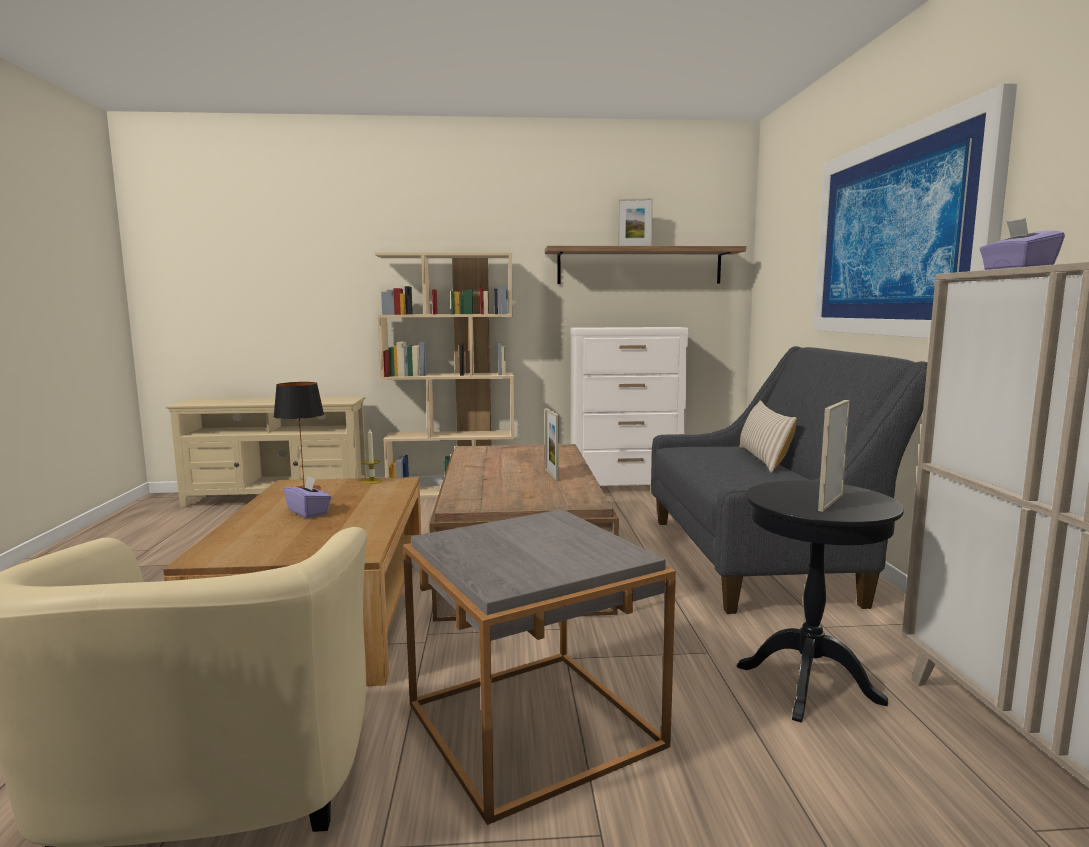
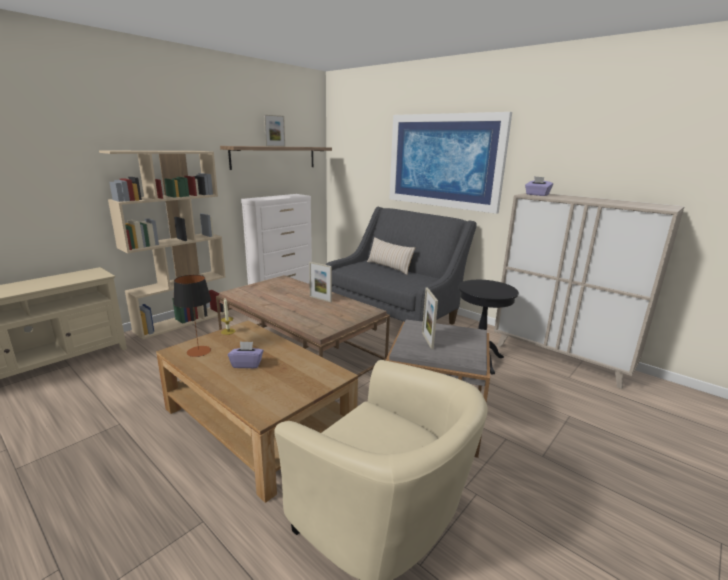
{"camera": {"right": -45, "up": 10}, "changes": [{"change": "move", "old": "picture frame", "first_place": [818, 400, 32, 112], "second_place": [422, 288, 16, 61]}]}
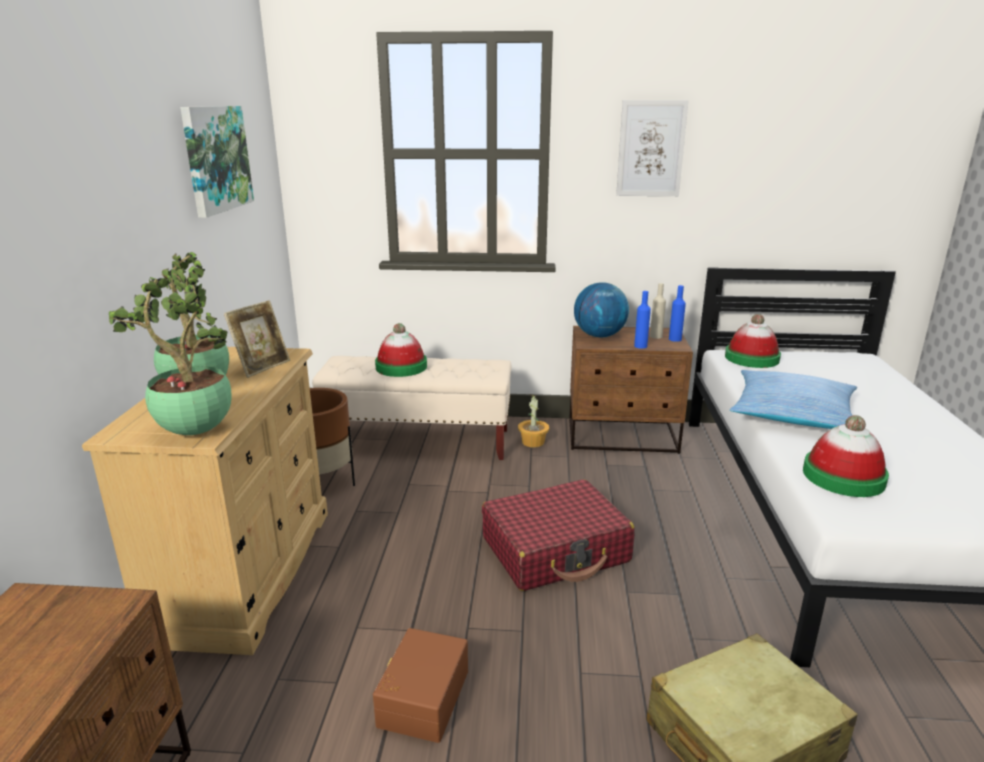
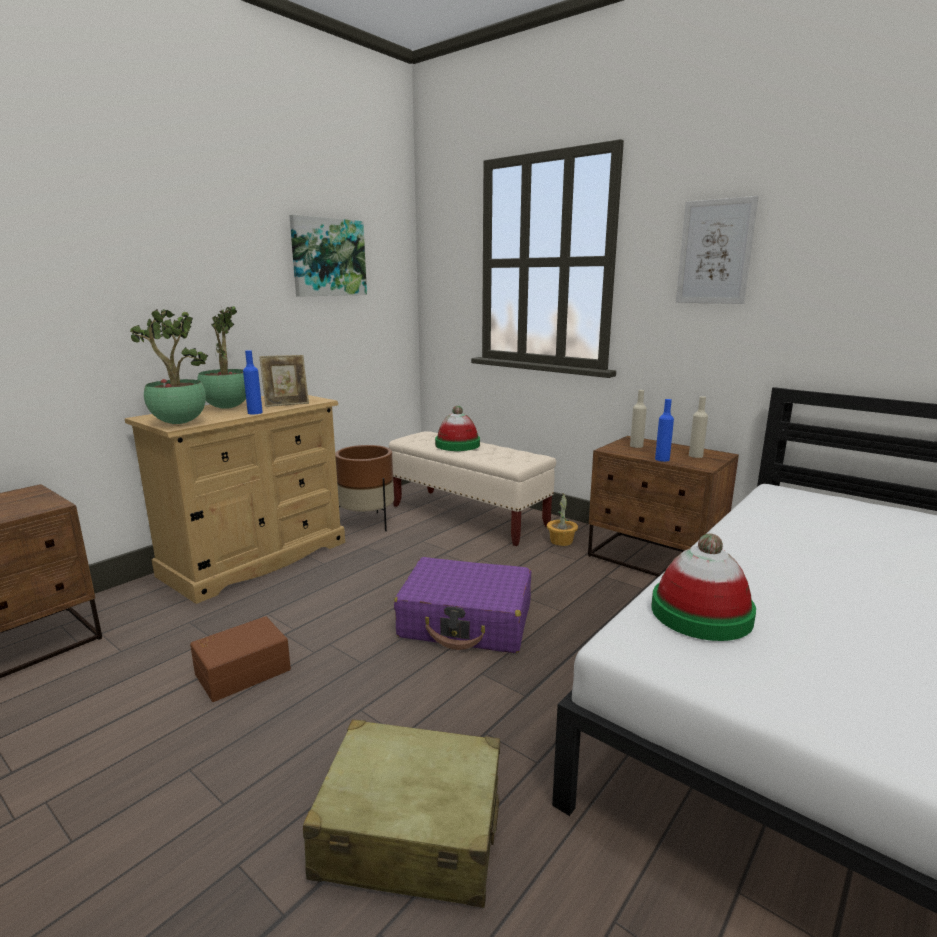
{"camera": {"right": 35, "up": -5}, "changes": [{"change": "move", "old": "bottle (blue)", "first_place": [669, 285, 17, 57], "second_place": [243, 350, 20, 64]}, {"change": "recolor", "old": "suitcase (red)", "new": "suitcase (purple)", "first_place": [482, 479, 153, 112], "second_place": [394, 557, 137, 96]}, {"change": "replace", "old": "globe", "new": "bottle (beige)", "first_place": [574, 282, 55, 55], "second_place": [630, 390, 17, 58]}, {"change": "delete", "old": "hat", "first_place": [725, 314, 56, 54]}, {"change": "delete", "old": "pillow", "first_place": [730, 370, 127, 59]}]}
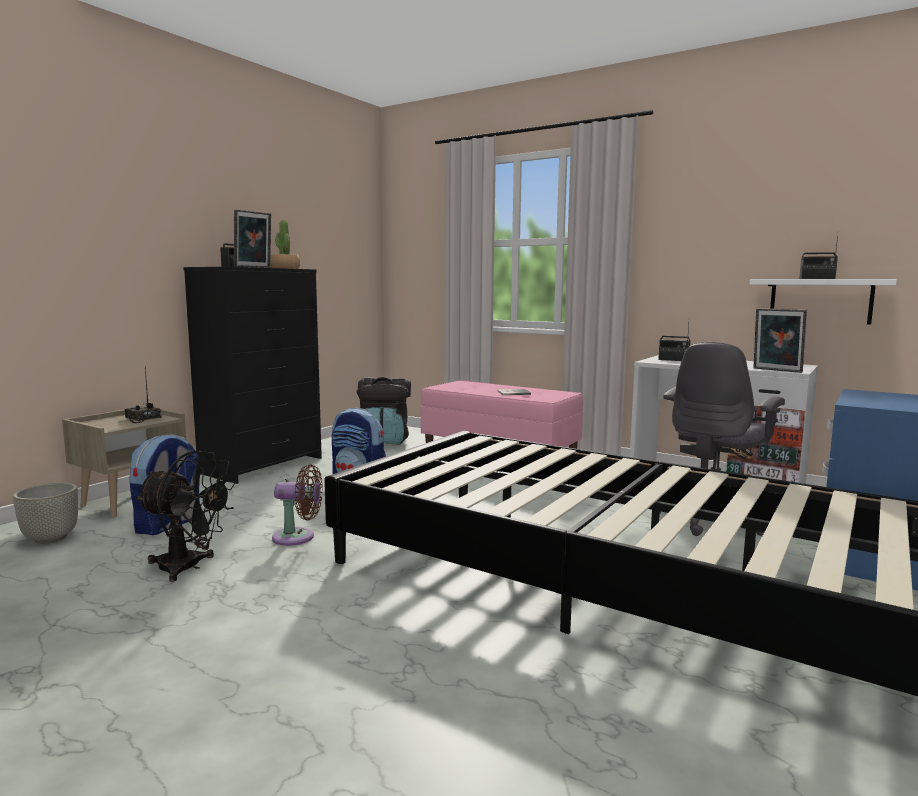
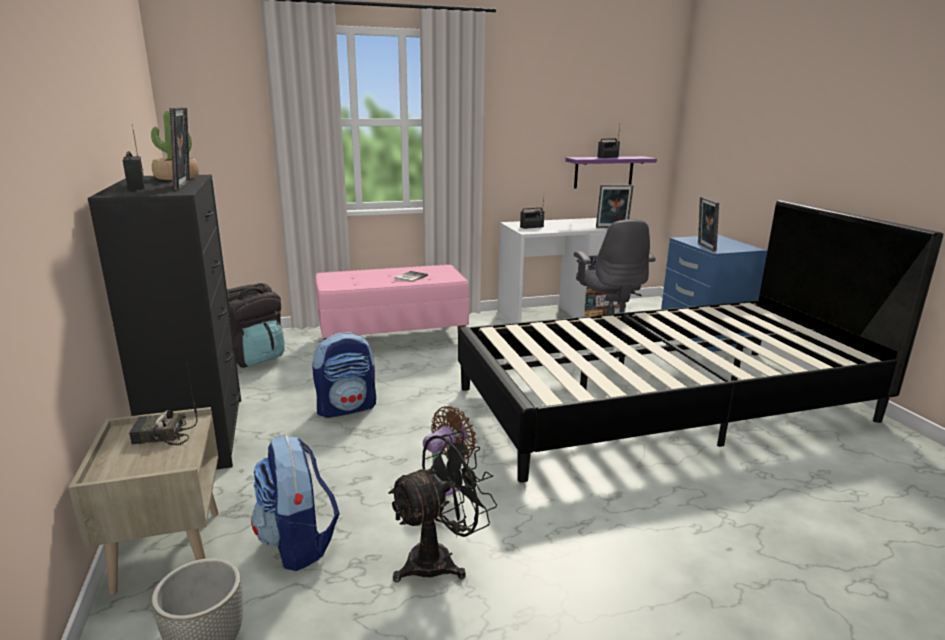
{"camera": {"right": -50, "up": 10}, "changes": [{"change": "recolor", "old": "shelf (white)", "new": "shelf (purple)", "first_place": [750, 279, 147, 46], "second_place": [565, 156, 92, 33]}, {"change": "insert", "new": "picture frame", "second_place": [698, 197, 21, 55]}]}
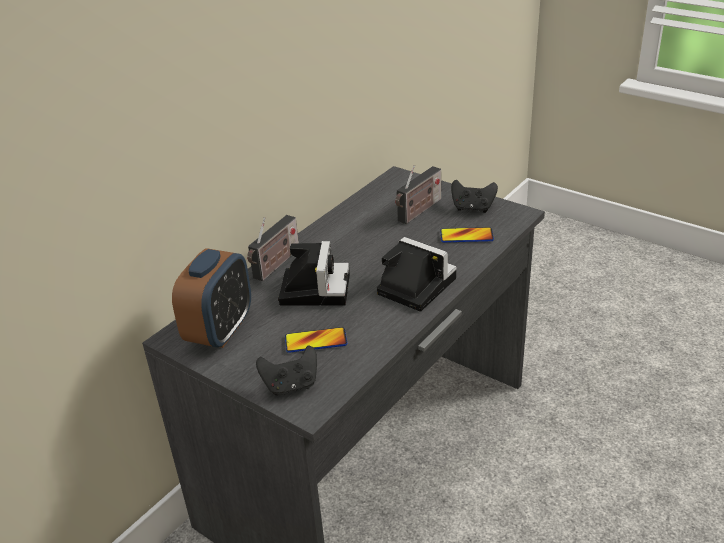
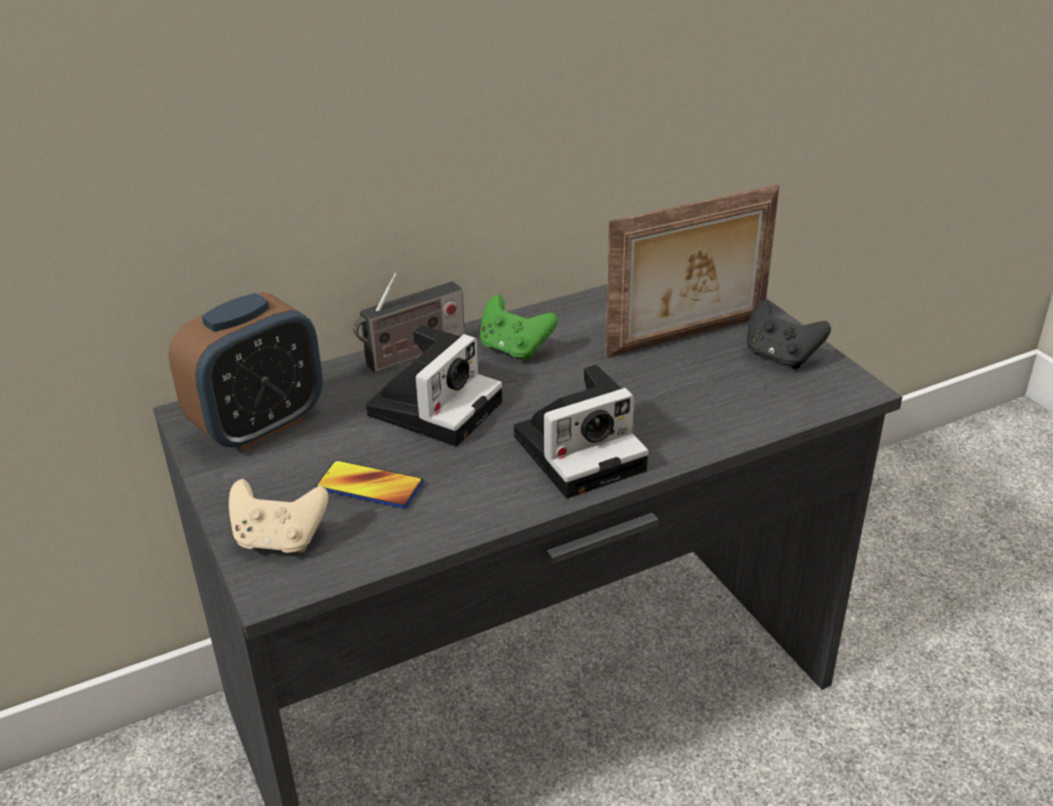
{"camera": {"right": 25, "up": 0}, "changes": [{"change": "recolor", "old": "game controller (black)", "new": "game controller (beige)", "first_place": [256, 346, 61, 49], "second_place": [229, 479, 99, 74]}, {"change": "insert", "new": "game controller (green)", "second_place": [480, 295, 78, 66]}, {"change": "rotate", "old": "photo camera", "first_place": [377, 237, 80, 74], "second_place": [514, 364, 135, 134], "degrees": 90}, {"change": "replace", "old": "radio", "new": "picture frame", "first_place": [395, 165, 46, 59], "second_place": [606, 184, 173, 174]}, {"change": "delete", "old": "phone", "first_place": [440, 227, 54, 15]}]}
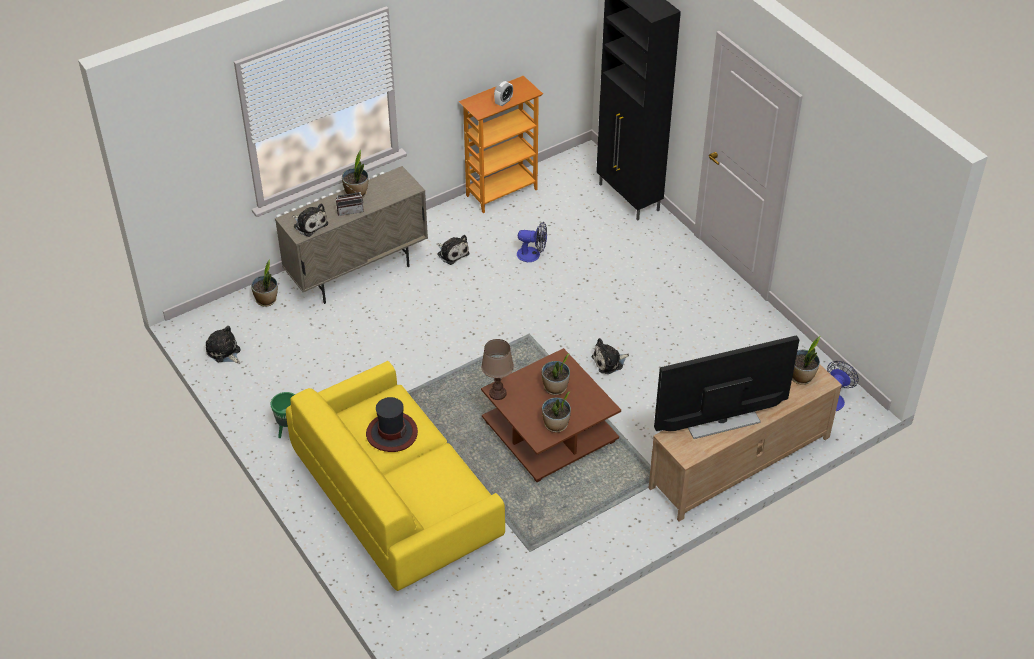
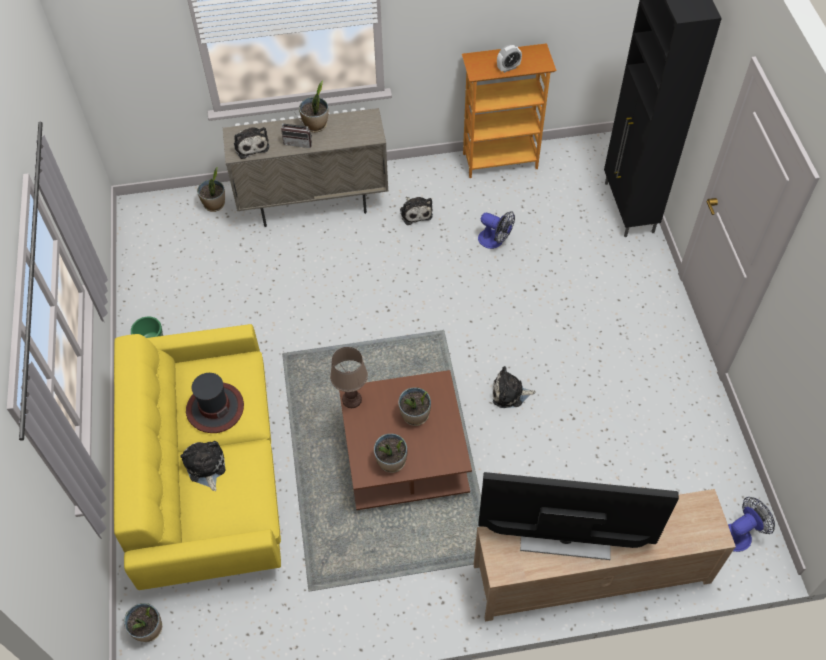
{"camera": {"right": 25, "up": 10}, "changes": [{"change": "move", "old": "potted plant", "first_place": [792, 336, 29, 49], "second_place": [124, 603, 38, 39]}, {"change": "move", "old": "plush toy", "first_place": [206, 326, 35, 37], "second_place": [180, 441, 46, 50]}]}
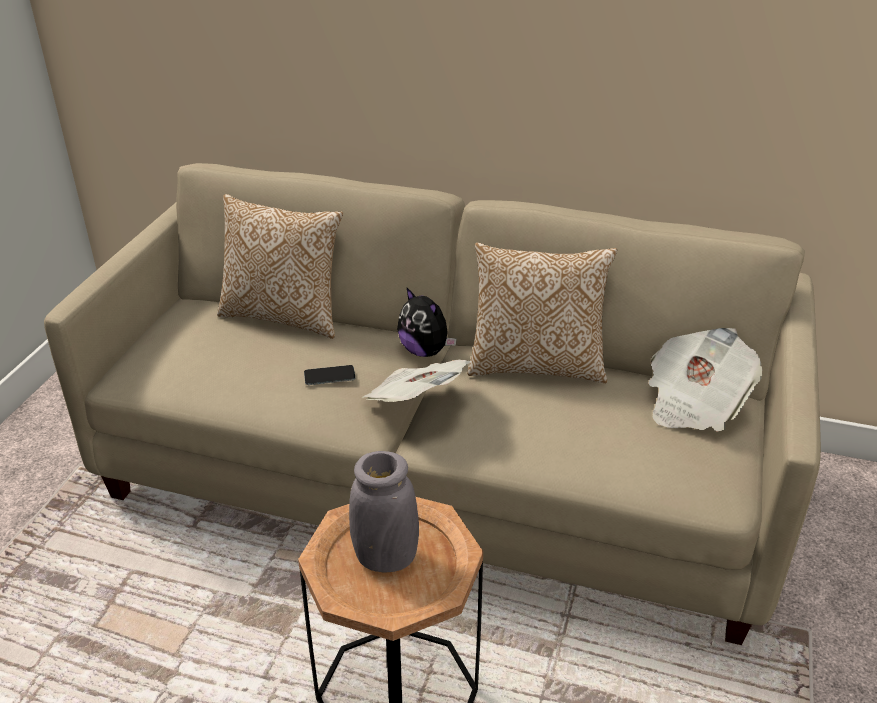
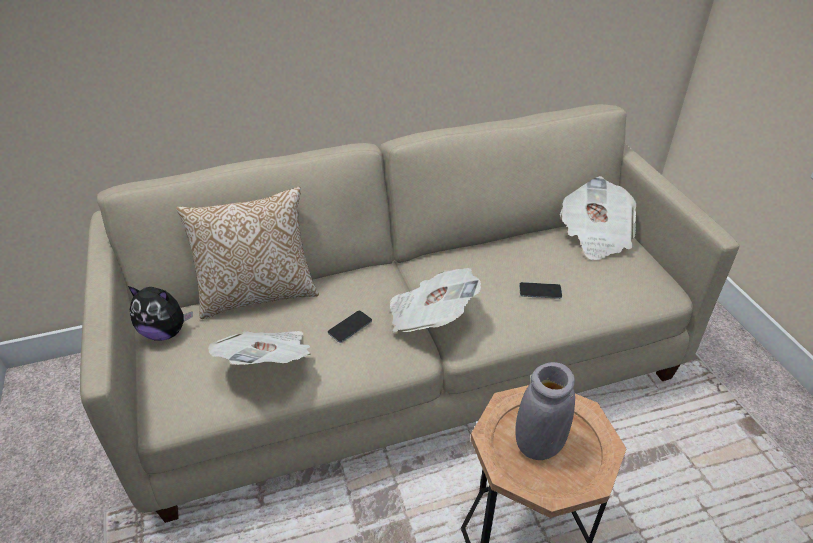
{"camera": {"right": -35, "up": 5}, "changes": [{"change": "move", "old": "plush toy", "first_place": [397, 287, 60, 70], "second_place": [128, 286, 65, 55]}, {"change": "insert", "new": "newspaper", "second_place": [208, 331, 102, 34]}, {"change": "insert", "new": "phone", "second_place": [519, 282, 43, 17]}, {"change": "delete", "old": "pillow", "first_place": [467, 243, 150, 140]}]}
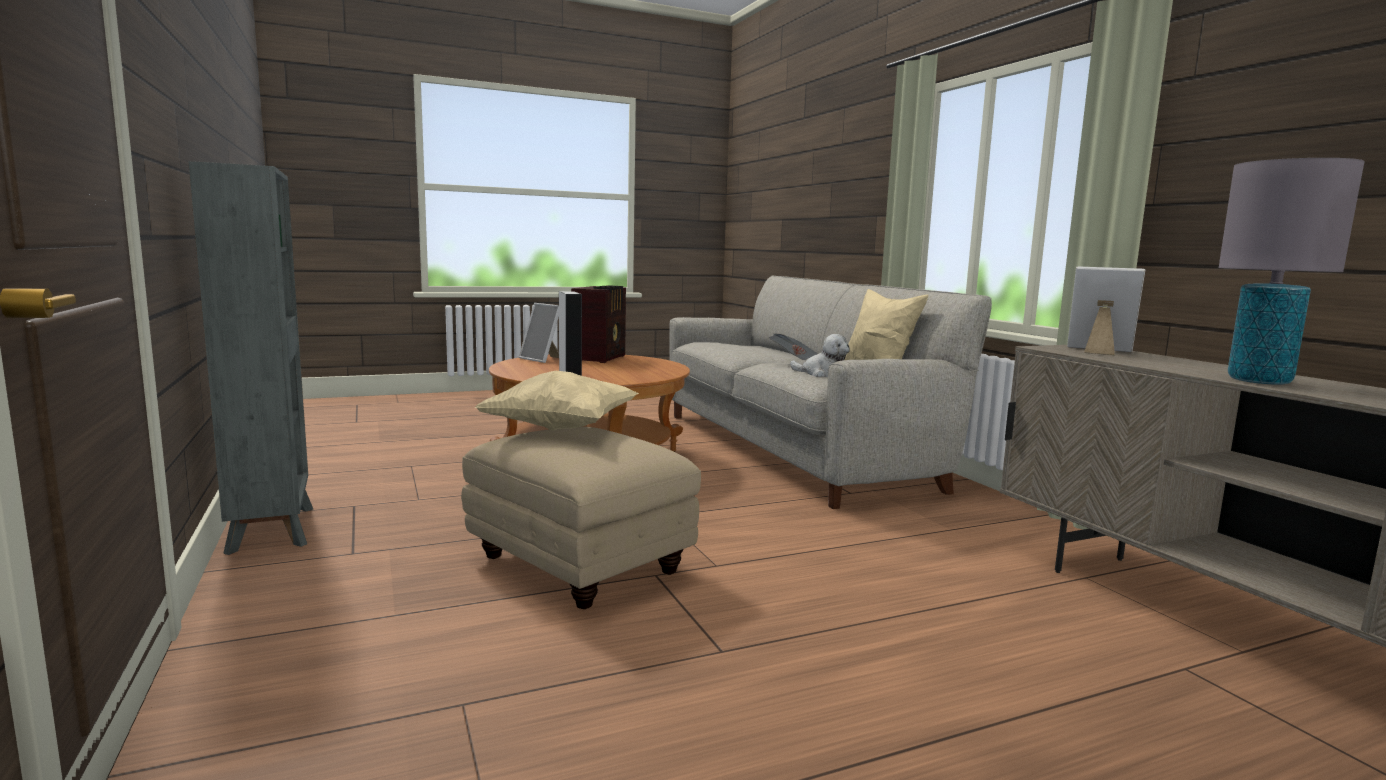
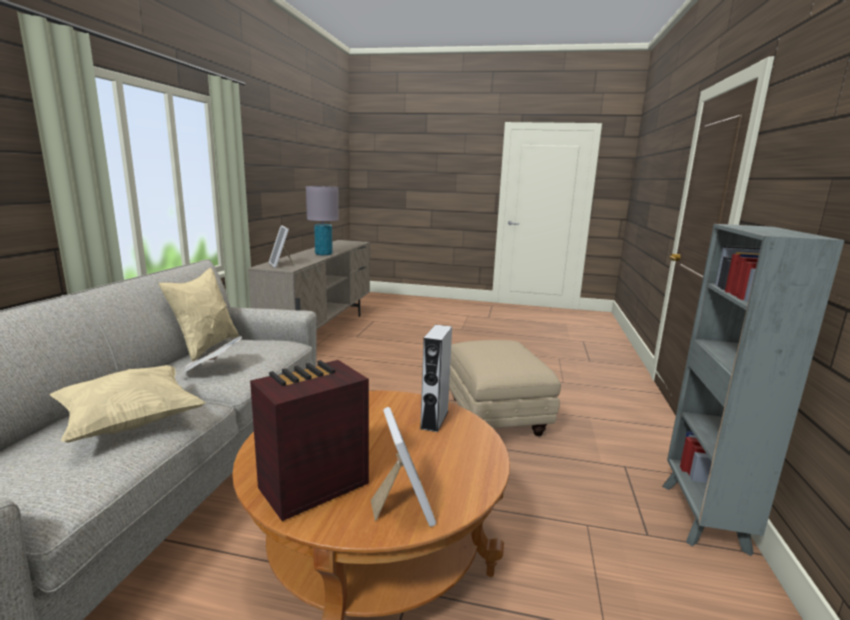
{"camera": {"right": -145, "up": 5}, "changes": [{"change": "move", "old": "pillow (beige)", "first_place": [475, 371, 164, 60], "second_place": [50, 365, 156, 78]}, {"change": "delete", "old": "plush toy", "first_place": [790, 334, 60, 43]}]}
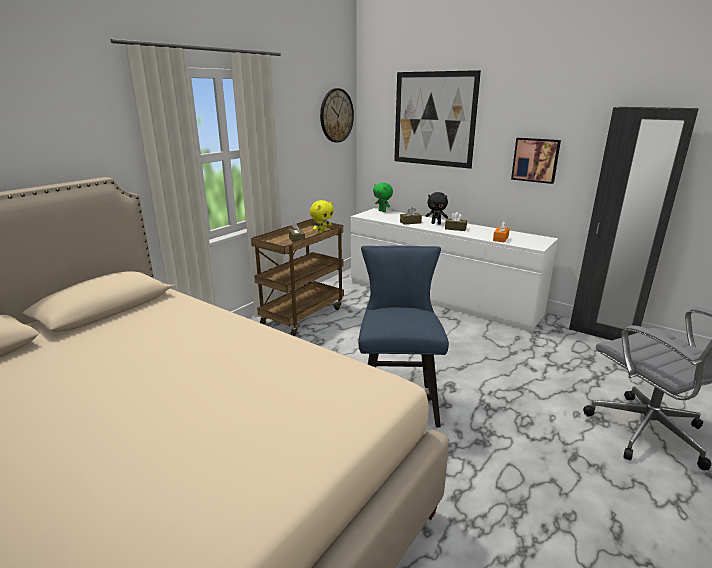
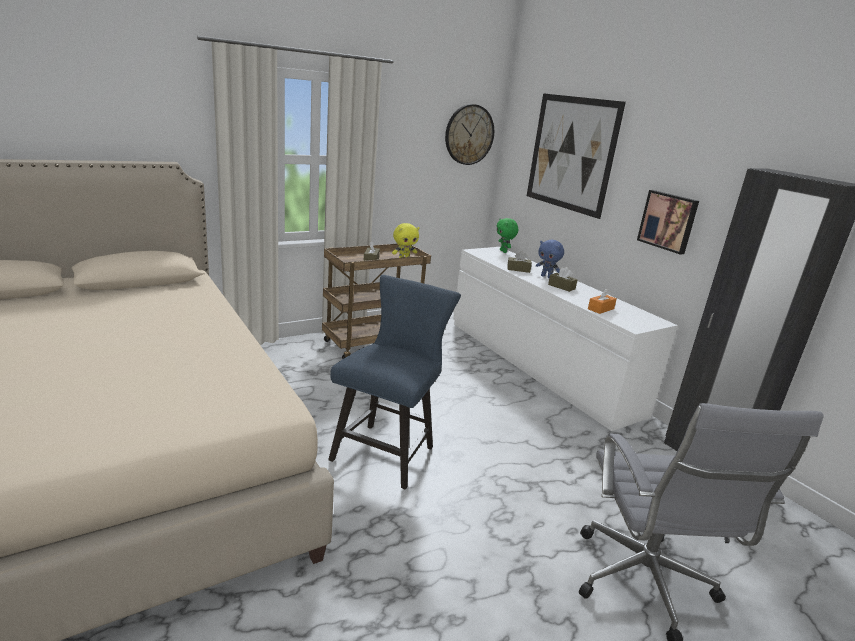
{"camera": {"right": 20, "up": 0}, "changes": [{"change": "recolor", "old": "plush toy (black)", "new": "plush toy (blue)", "first_place": [426, 192, 22, 33], "second_place": [536, 240, 28, 38]}]}
